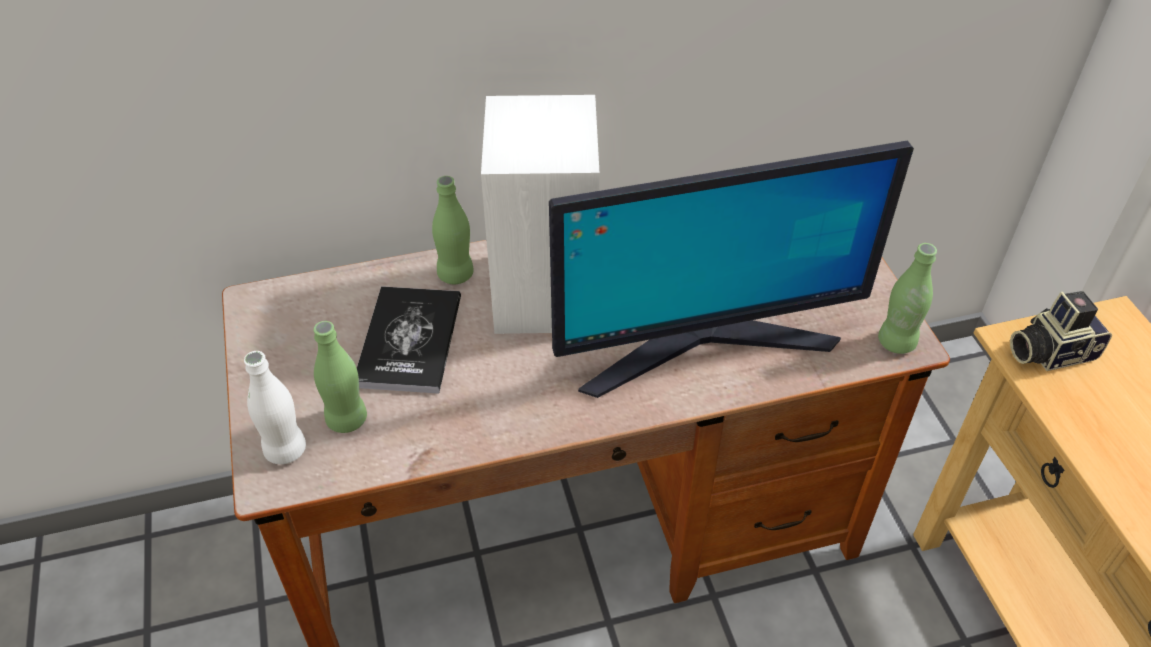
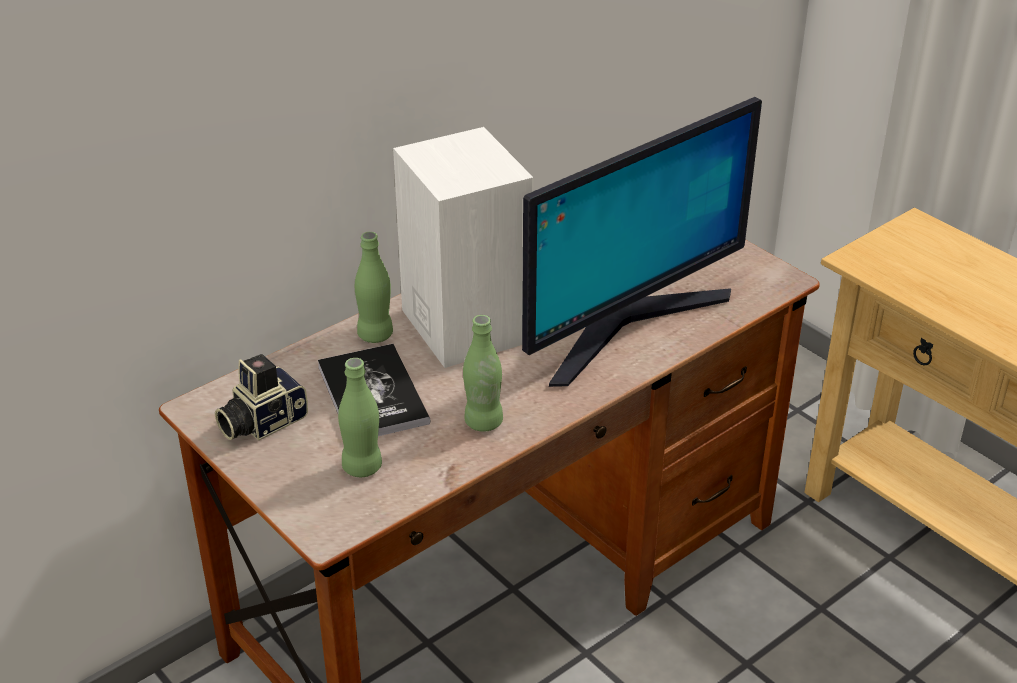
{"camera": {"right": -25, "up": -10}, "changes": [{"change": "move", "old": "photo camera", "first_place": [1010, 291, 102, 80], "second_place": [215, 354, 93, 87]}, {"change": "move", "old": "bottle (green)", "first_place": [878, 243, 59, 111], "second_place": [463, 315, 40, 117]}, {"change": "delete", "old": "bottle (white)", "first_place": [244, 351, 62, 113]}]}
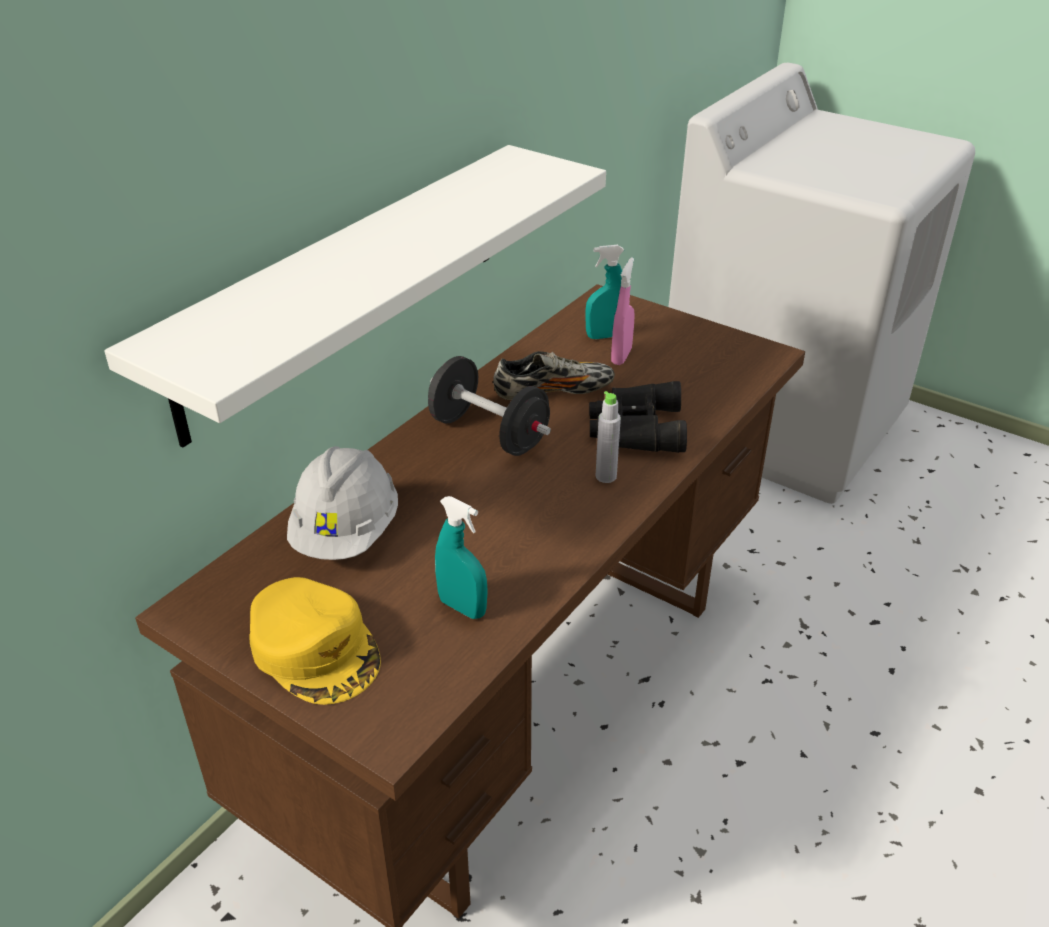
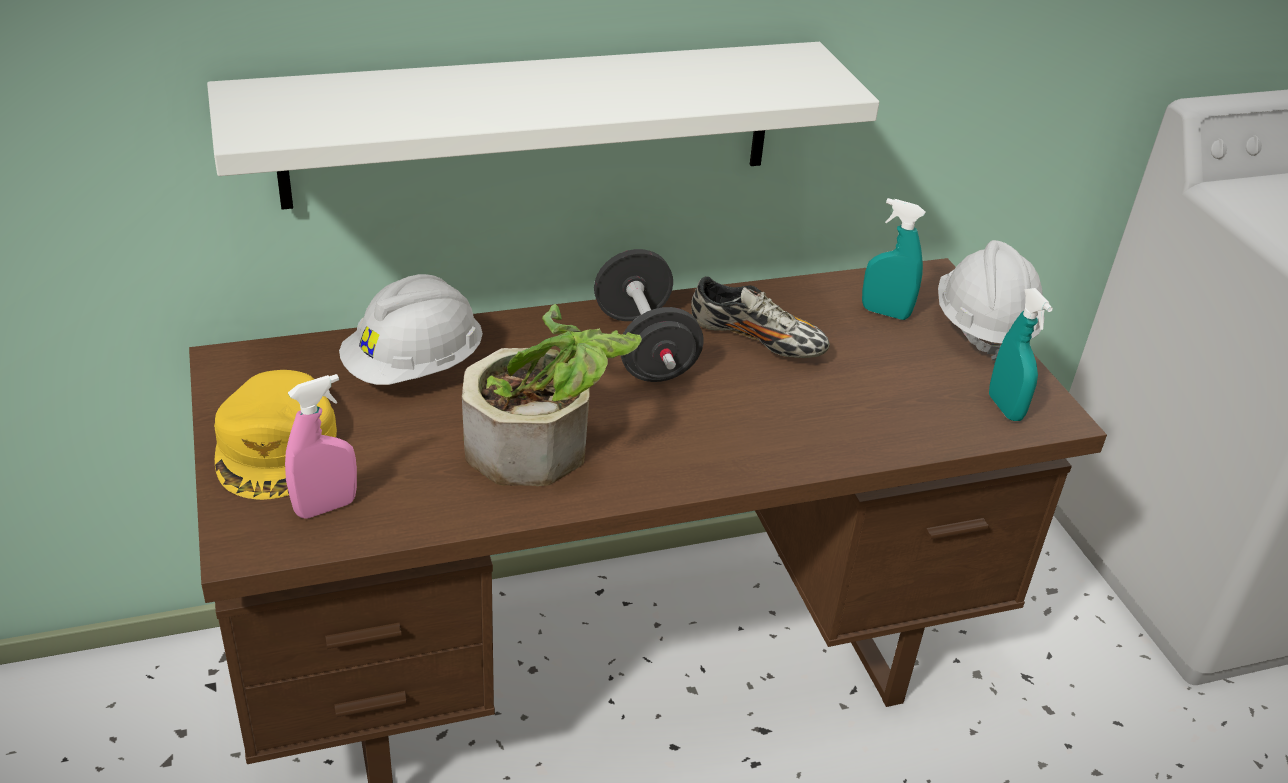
{"camera": {"right": 35, "up": 0}, "changes": [{"change": "move", "old": "spray bottle (pink)", "first_place": [611, 257, 24, 108], "second_place": [285, 374, 72, 144]}, {"change": "insert", "new": "potted plant", "second_place": [462, 304, 180, 182]}, {"change": "insert", "new": "hard hat (white)", "second_place": [938, 240, 106, 121]}, {"change": "move", "old": "spray bottle (turquoise)", "first_place": [435, 496, 53, 123], "second_place": [989, 288, 64, 133]}, {"change": "delete", "old": "binoculars (black)", "first_place": [589, 381, 98, 72]}, {"change": "delete", "old": "bottle (grey)", "first_place": [596, 391, 25, 92]}]}
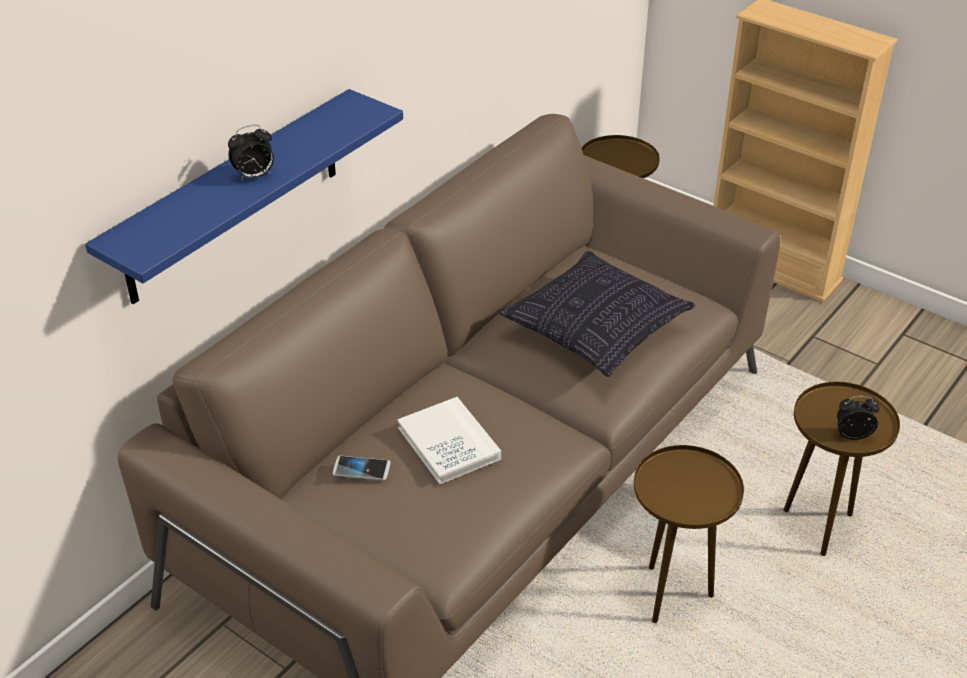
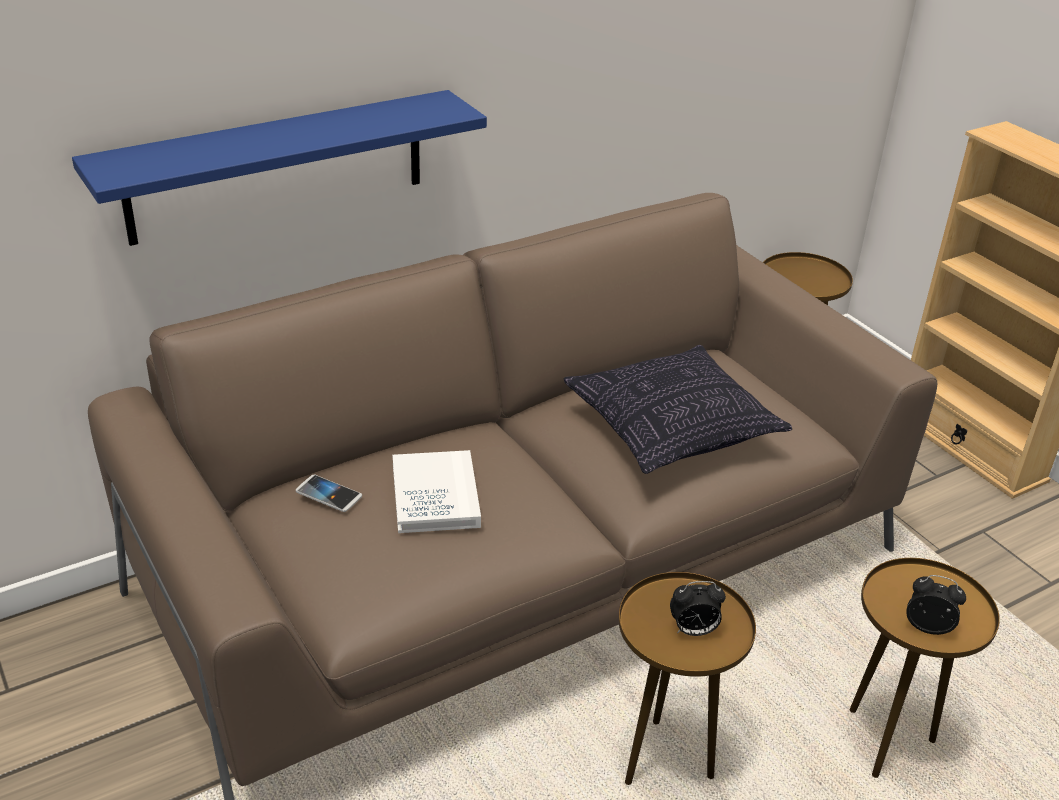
{"camera": {"right": 20, "up": -5}, "changes": [{"change": "move", "old": "alarm clock", "first_place": [228, 125, 46, 56], "second_place": [670, 581, 56, 55]}]}
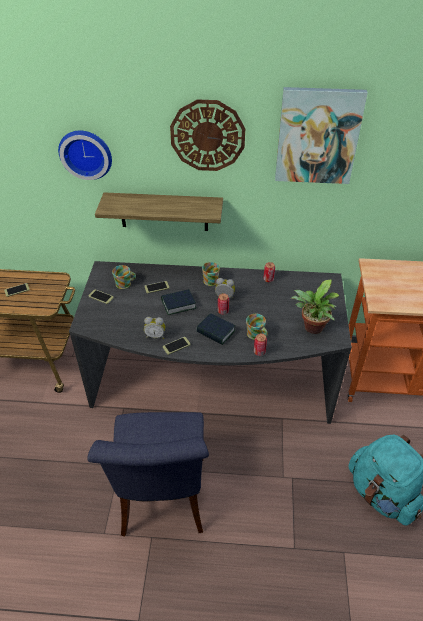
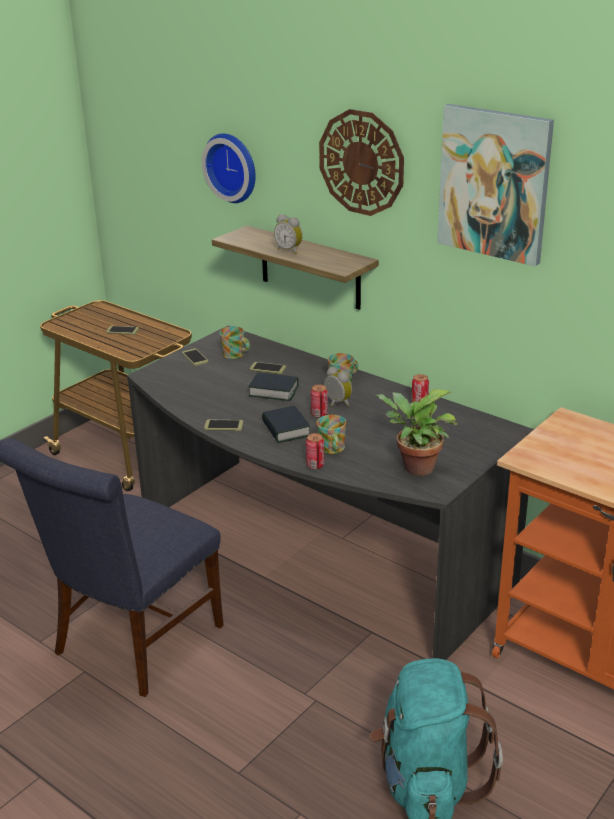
{"camera": {"right": 35, "up": -15}, "changes": [{"change": "move", "old": "alarm clock", "first_place": [144, 317, 21, 22], "second_place": [274, 214, 29, 40]}]}
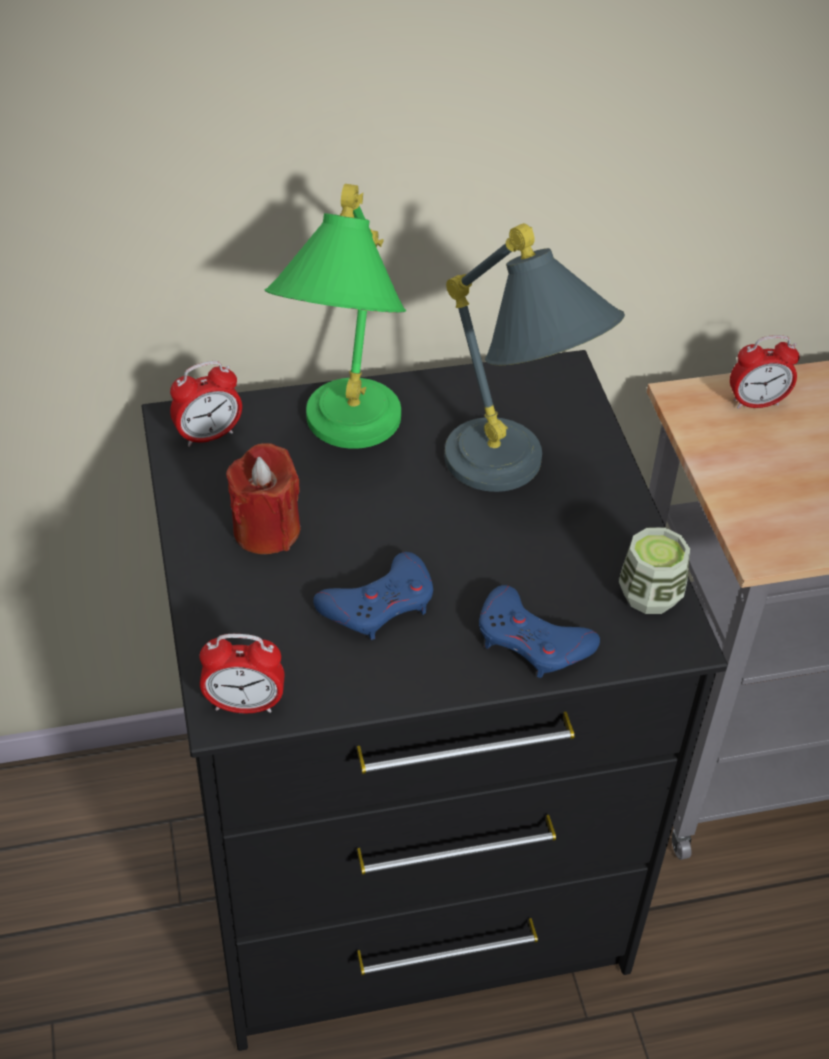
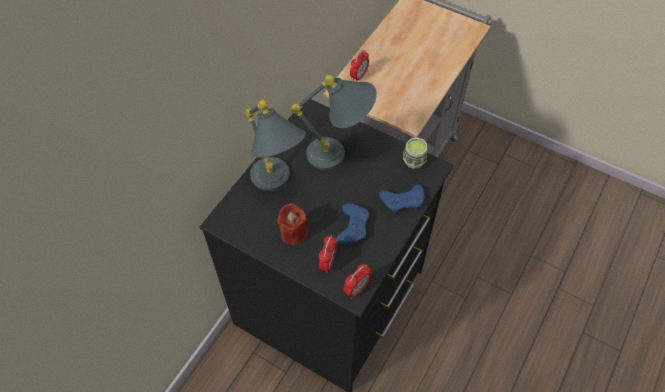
{"camera": {"right": -45, "up": 10}, "changes": [{"change": "recolor", "old": "table lamp (green)", "new": "table lamp (grey)", "first_place": [264, 184, 142, 265], "second_place": [245, 100, 61, 91]}, {"change": "move", "old": "alarm clock", "first_place": [170, 361, 72, 86], "second_place": [318, 235, 19, 38]}]}
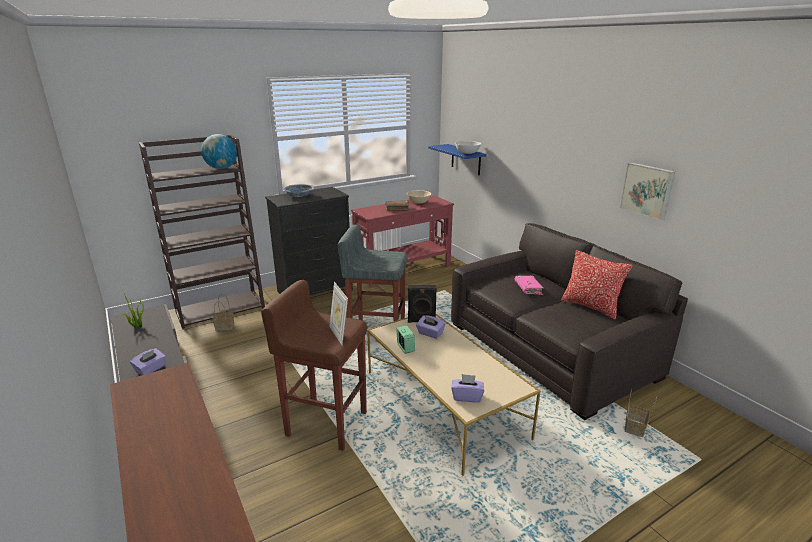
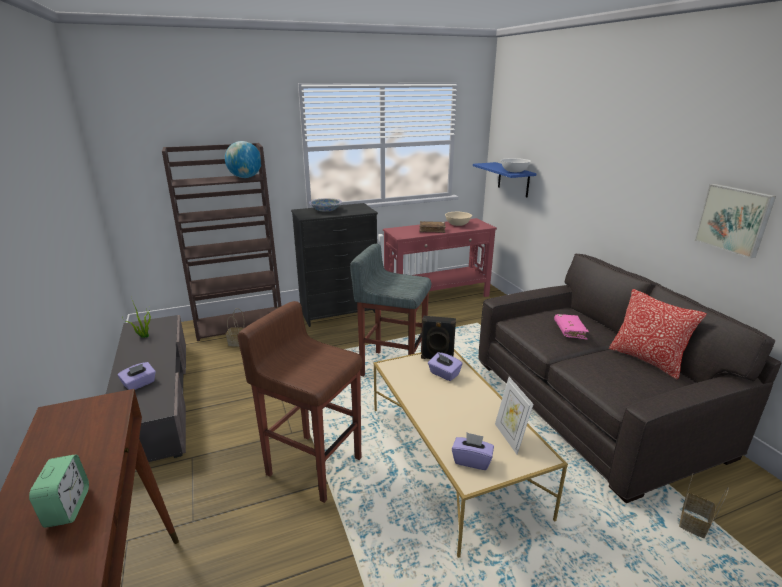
{"camera": {"right": 10, "up": 0}, "changes": [{"change": "move", "old": "alarm clock", "first_place": [396, 325, 19, 29], "second_place": [29, 454, 60, 74]}, {"change": "move", "old": "picture frame", "first_place": [329, 282, 19, 63], "second_place": [495, 377, 39, 77]}]}
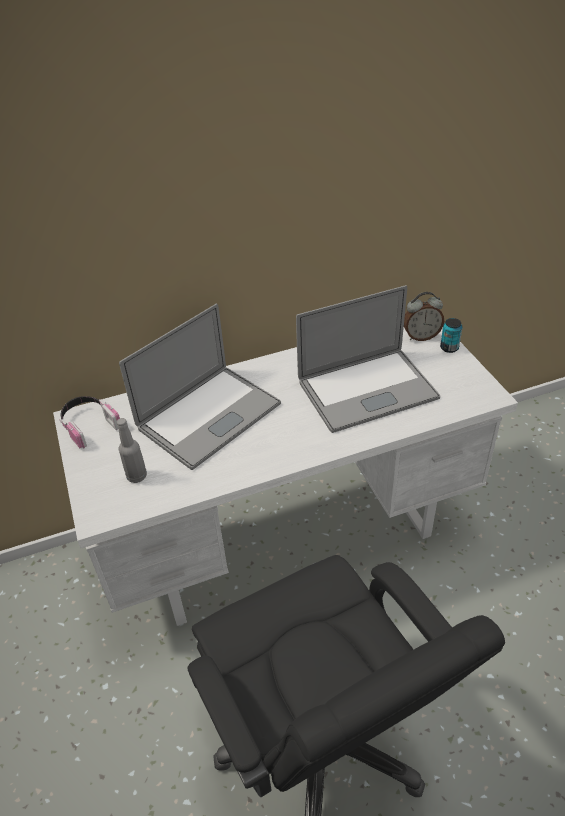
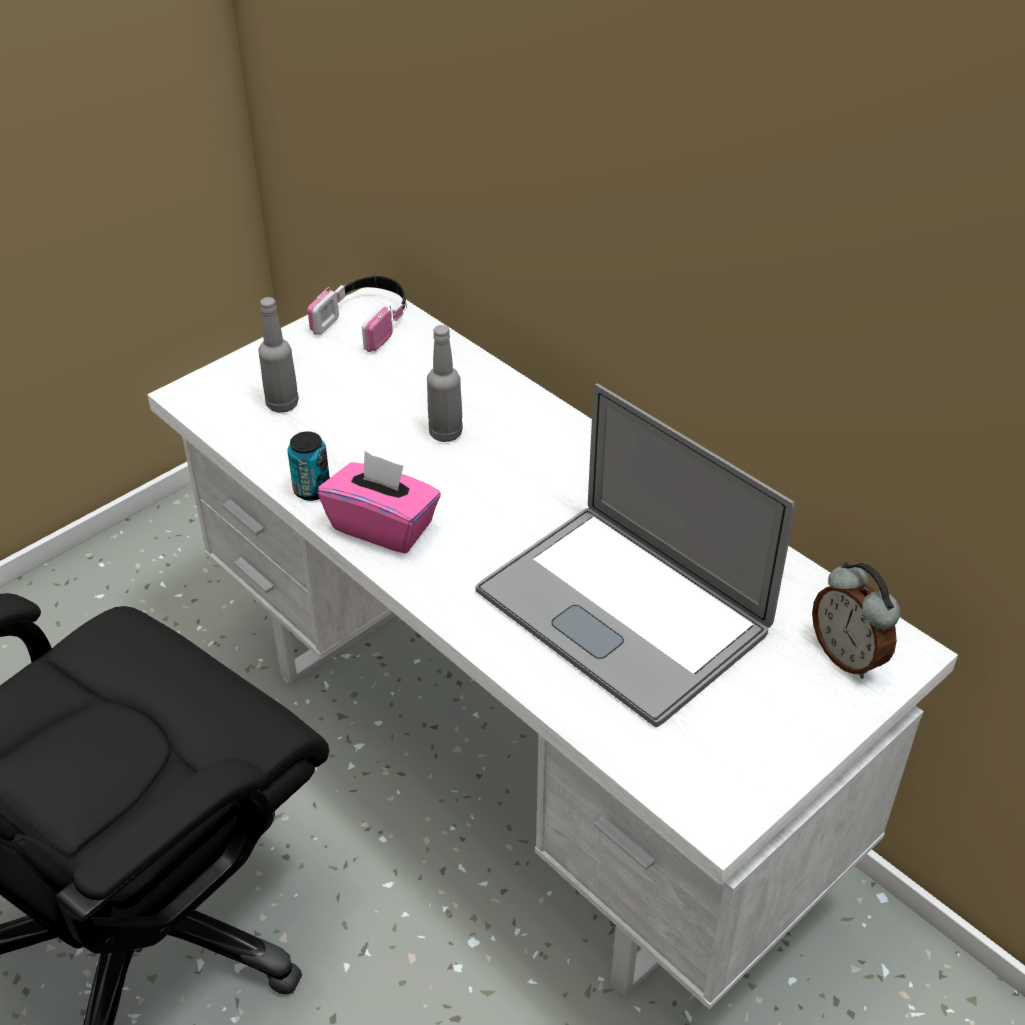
{"camera": {"right": 65, "up": 0}, "changes": [{"change": "move", "old": "can", "first_place": [440, 318, 22, 35], "second_place": [287, 431, 43, 70]}, {"change": "insert", "new": "tissue box (pink)", "second_place": [318, 451, 123, 102]}, {"change": "replace", "old": "laptop", "new": "bottle (grey)", "first_place": [119, 303, 162, 167], "second_place": [427, 325, 36, 117]}]}
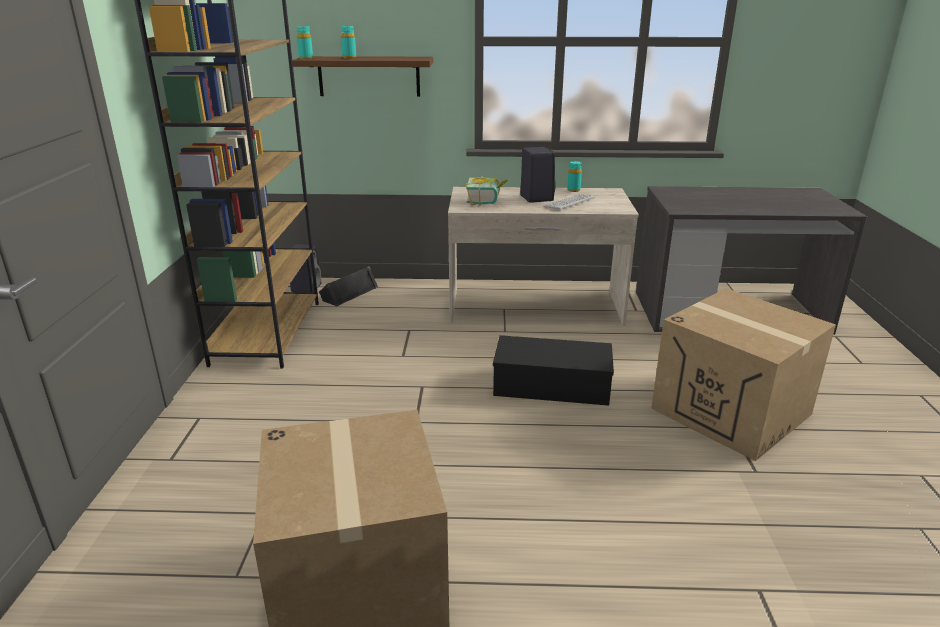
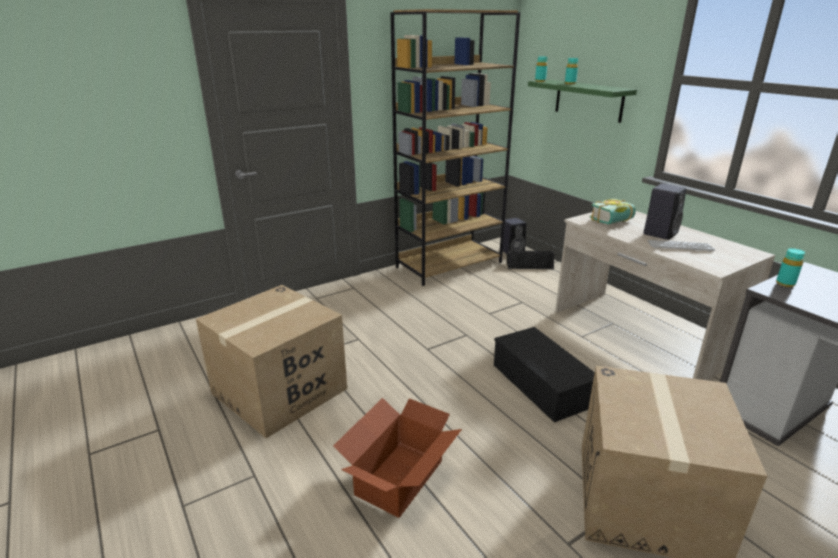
{"camera": {"right": 55, "up": 0}, "changes": [{"change": "insert", "new": "cardboard box", "second_place": [333, 398, 129, 120]}, {"change": "recolor", "old": "shelf (brown)", "new": "shelf (green)", "first_place": [292, 56, 141, 41], "second_place": [528, 80, 109, 43]}, {"change": "move", "old": "bottle (turquoise)", "first_place": [567, 161, 15, 31], "second_place": [776, 248, 29, 39]}]}
